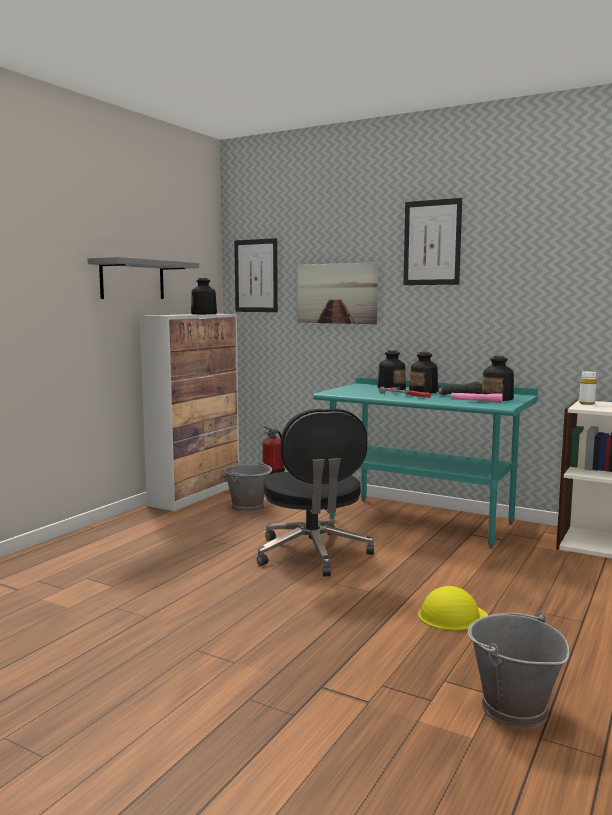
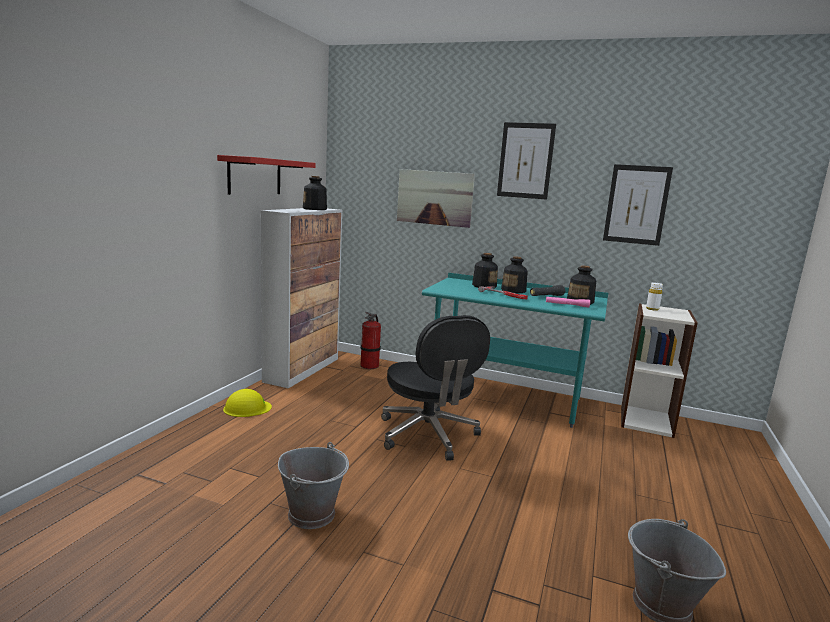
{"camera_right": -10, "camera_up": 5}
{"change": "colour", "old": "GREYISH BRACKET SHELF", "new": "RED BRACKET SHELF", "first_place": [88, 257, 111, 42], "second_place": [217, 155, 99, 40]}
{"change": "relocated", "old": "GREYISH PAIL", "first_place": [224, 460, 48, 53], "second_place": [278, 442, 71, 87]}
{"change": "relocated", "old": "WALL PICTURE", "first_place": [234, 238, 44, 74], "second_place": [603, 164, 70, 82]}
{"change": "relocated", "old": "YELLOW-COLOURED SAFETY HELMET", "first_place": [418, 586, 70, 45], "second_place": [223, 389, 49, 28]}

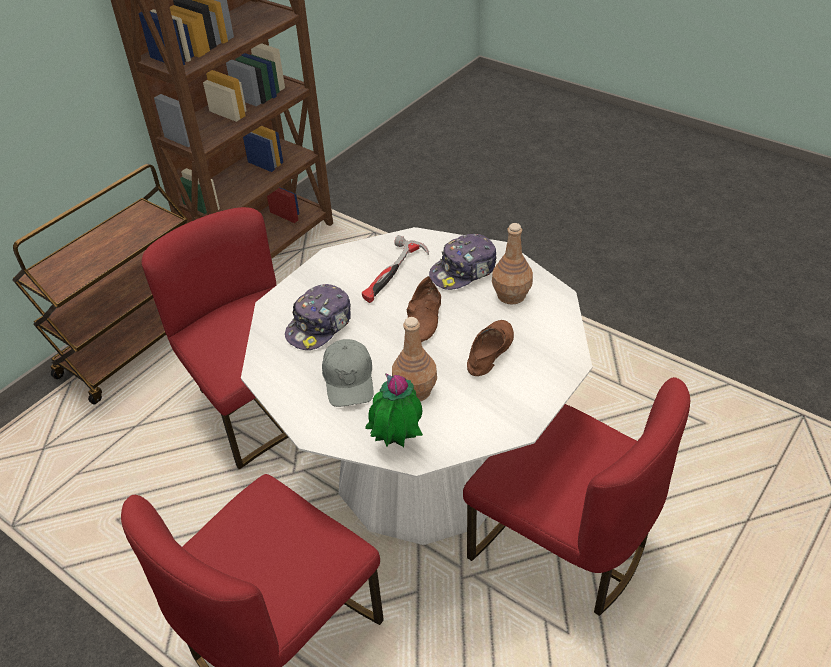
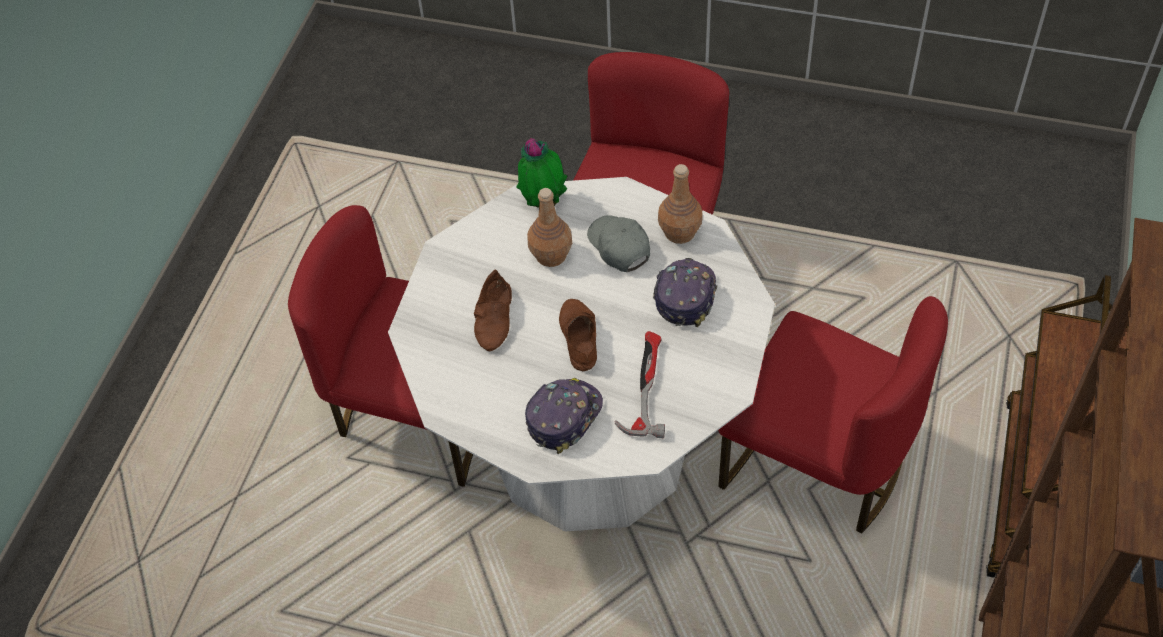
{"camera_right": 160, "camera_up": 10}
{"change": "relocated", "old": "BROWNISH DRINK BOTTLE", "first_place": [492, 223, 41, 82], "second_place": [658, 164, 45, 80]}

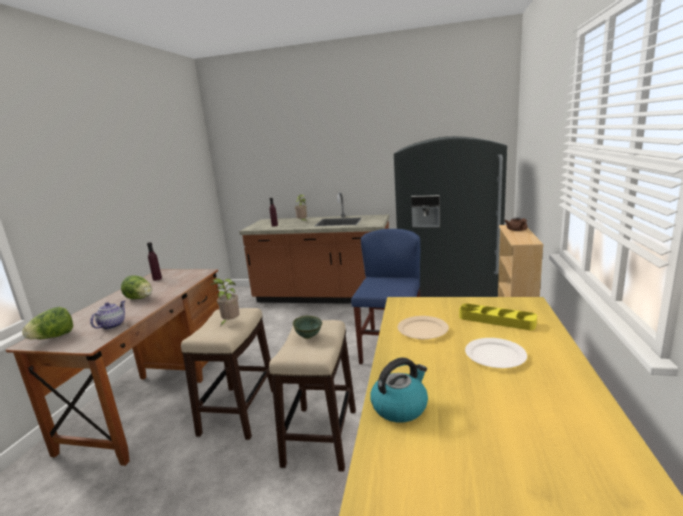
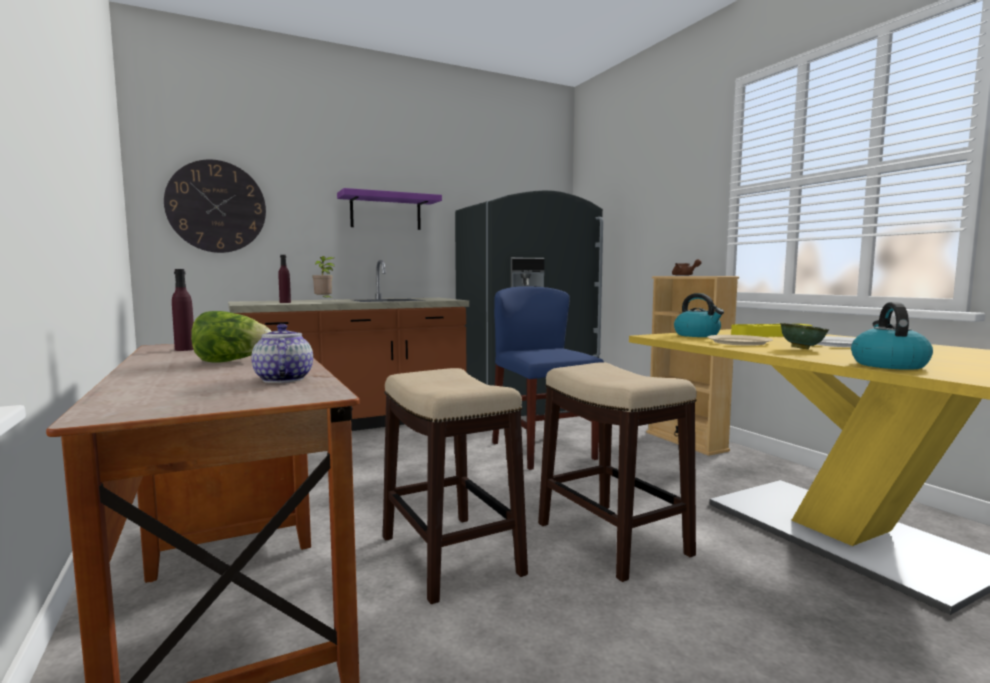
{"camera_right": -40, "camera_up": -10}
{"change": "missing", "old": "LETTUCE HEAD", "first_place": [22, 307, 51, 32]}
{"change": "missing", "old": "POTTED PLANT", "first_place": [210, 278, 29, 49]}
{"change": "relocated", "old": "GREEN BOWL", "first_place": [293, 316, 29, 23], "second_place": [780, 323, 49, 26]}
{"change": "appeared", "new": "CLOCK ON THE WALL", "second_place": [164, 159, 102, 94]}
{"change": "appeared", "new": "PURPLISH BRACKET SHELF", "second_place": [337, 188, 105, 42]}
{"change": "appeared", "new": "KETTLE", "second_place": [674, 293, 50, 44]}

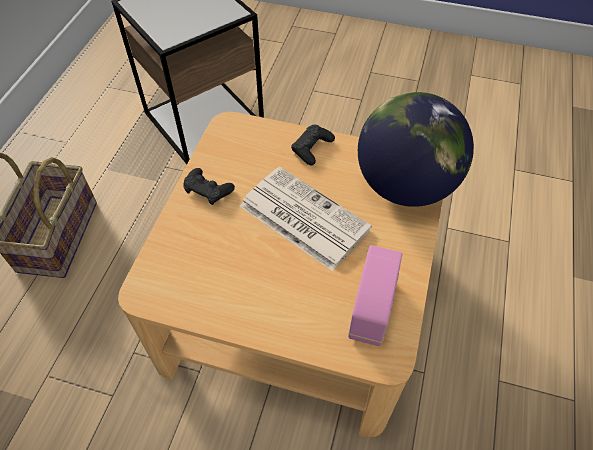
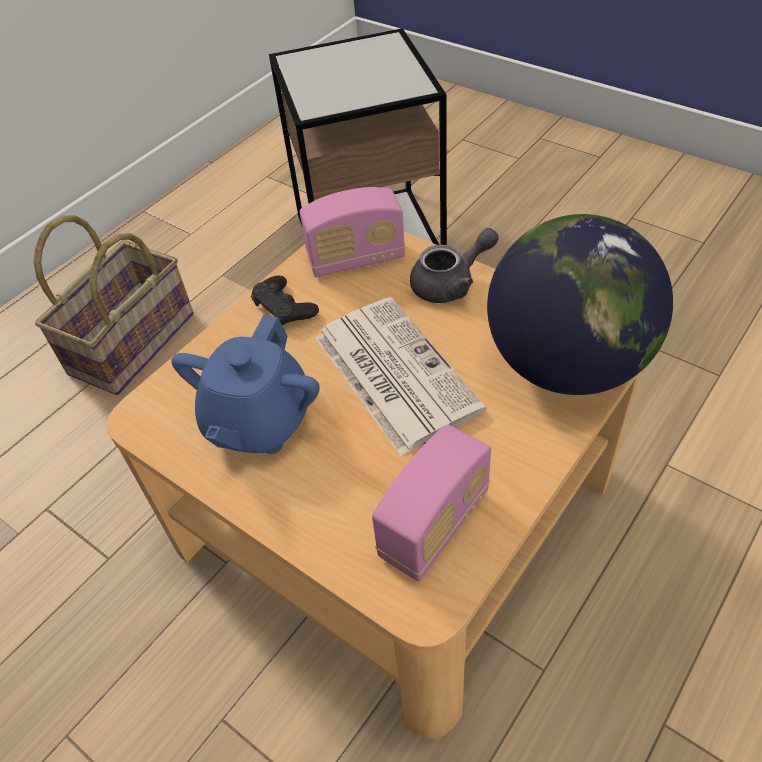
{"camera_right": 25, "camera_up": -5}
{"change": "exchanged", "old": "BLACKISH GAMEPAD", "new": "GREYISH TEAPOT", "first_place": [291, 125, 44, 40], "second_place": [410, 228, 89, 75]}
{"change": "appeared", "new": "BLUISH TEAPOT", "second_place": [171, 315, 149, 139]}
{"change": "appeared", "new": "RADIO RECEIVER", "second_place": [300, 187, 105, 90]}

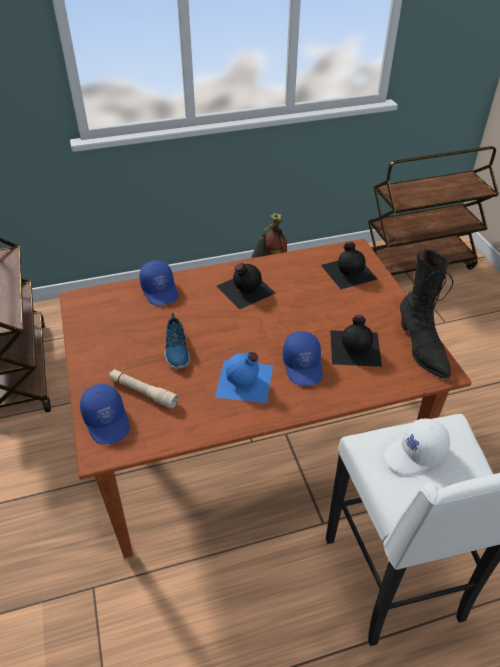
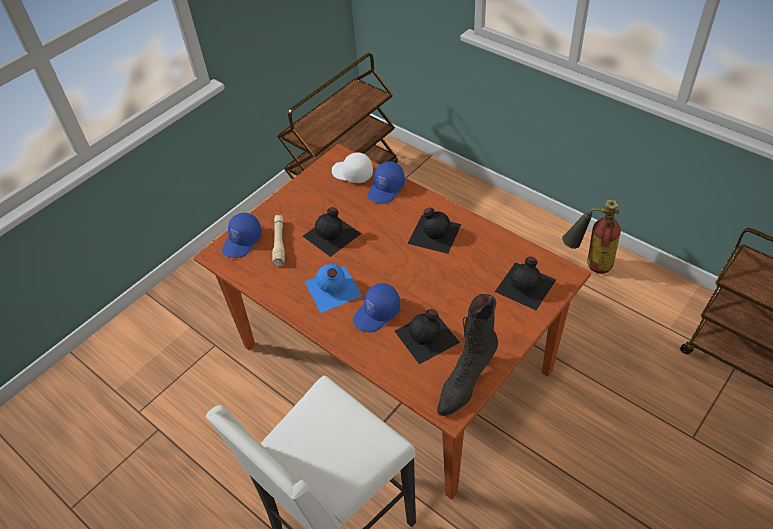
{"camera_right": 60, "camera_up": 5}
{"change": "exchanged", "old": "SHOE", "new": "BLACKISH DRINK BOTTLE", "first_place": [164, 313, 26, 56], "second_place": [303, 207, 58, 50]}
{"change": "relocated", "old": "WHITE-COLOURED CAP", "first_place": [385, 418, 65, 58], "second_place": [332, 153, 41, 30]}

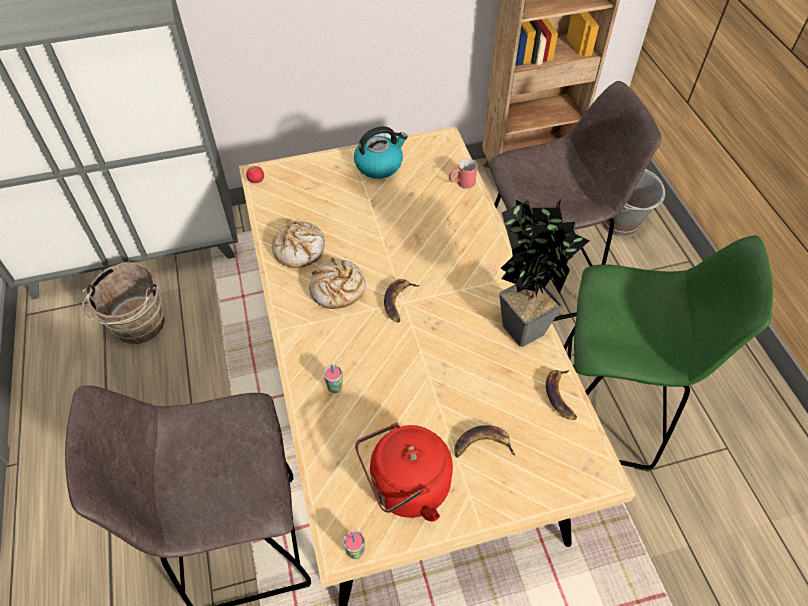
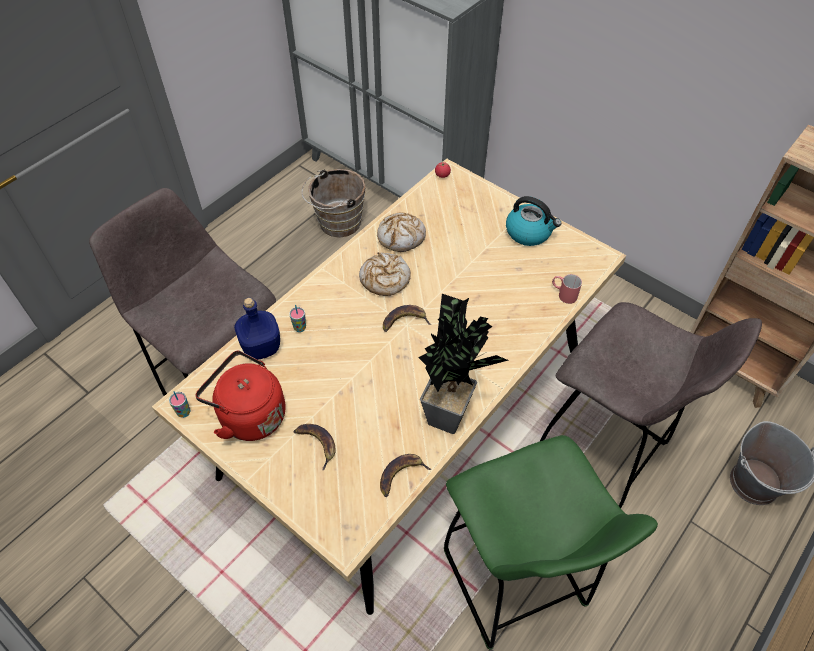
{"camera_right": 55, "camera_up": 0}
{"change": "appeared", "new": "BLUISH DRINK BOTTLE", "second_place": [234, 298, 46, 62]}

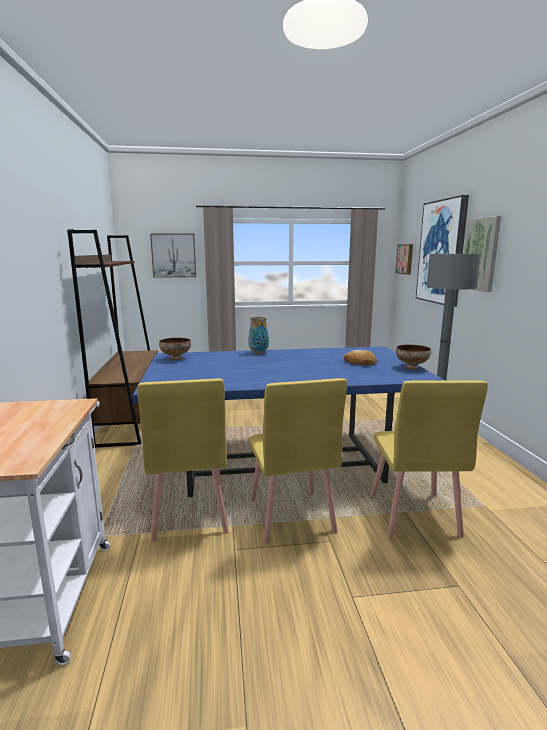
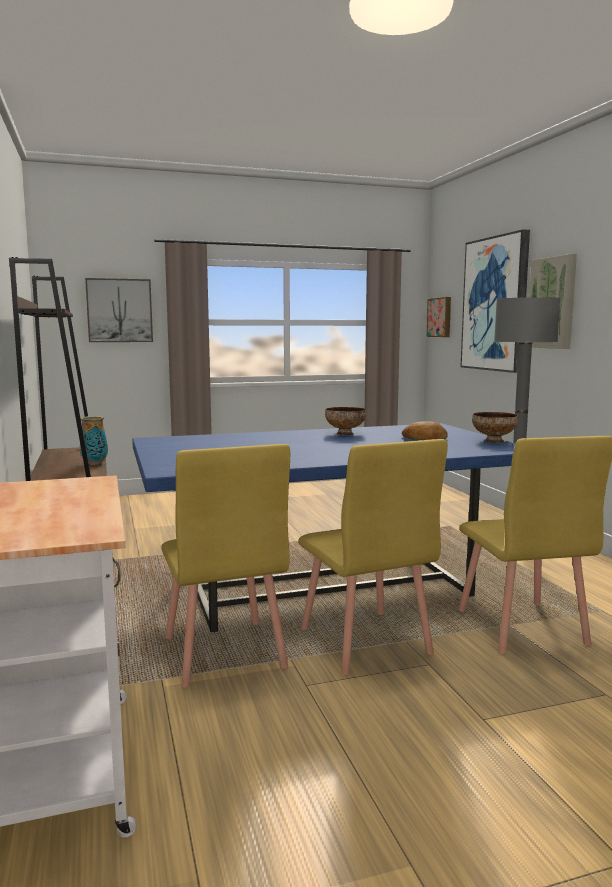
{"camera_right": -10, "camera_up": -5}
{"change": "relocated", "old": "BOWL", "first_place": [159, 338, 32, 22], "second_place": [325, 407, 41, 28]}
{"change": "relocated", "old": "DECORATIVE VASE", "first_place": [248, 316, 21, 38], "second_place": [80, 416, 28, 49]}

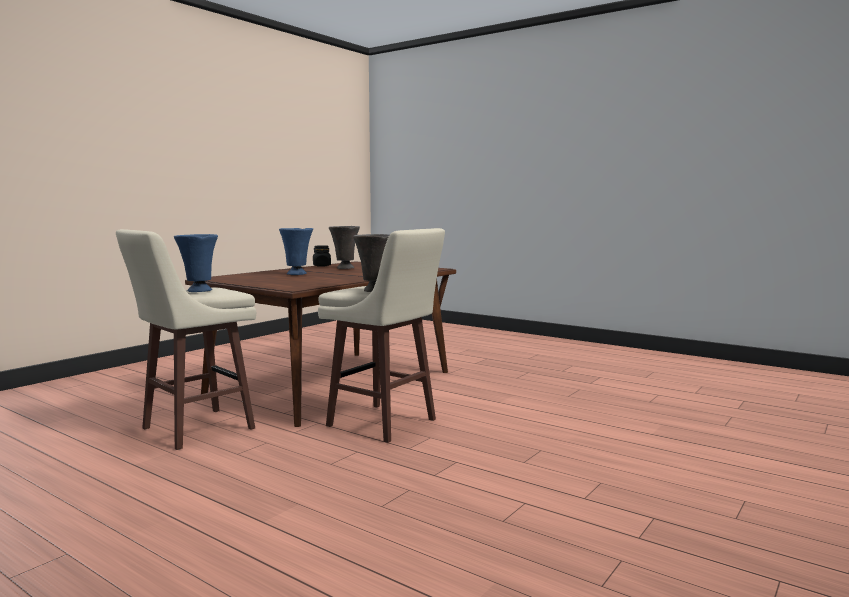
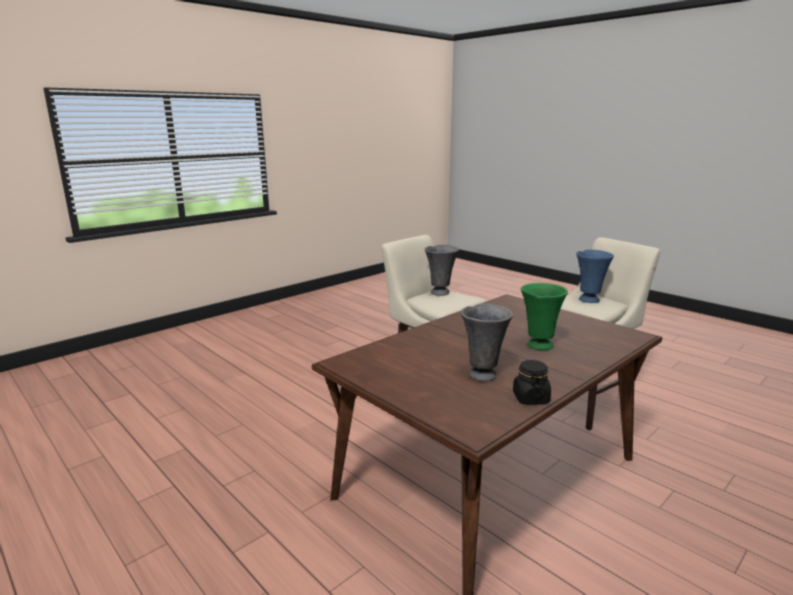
{"camera_right": -170, "camera_up": 10}
{"change": "colour", "old": "BLUISH DECORATIVE VASE", "new": "GREEN DECORATIVE VASE", "first_place": [279, 228, 34, 47], "second_place": [521, 283, 47, 67]}

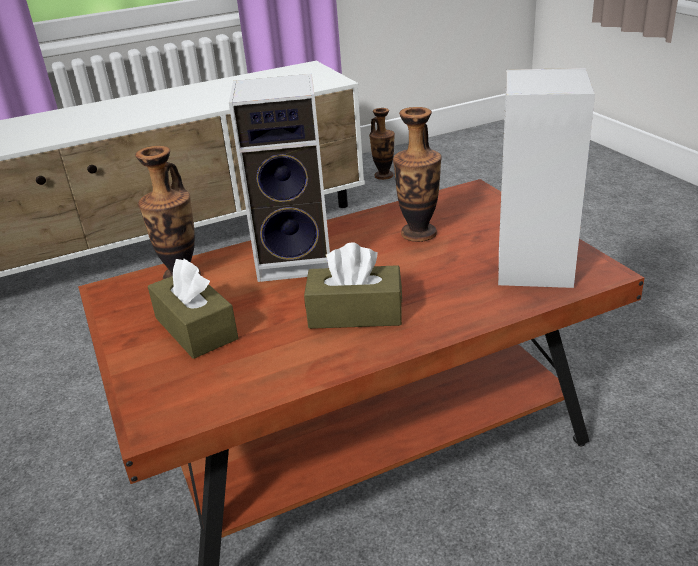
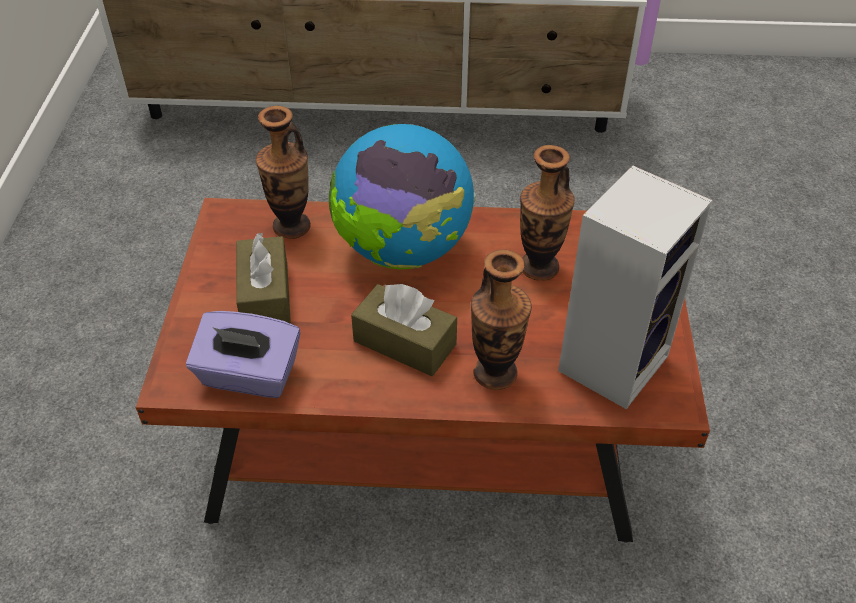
{"camera_right": 25, "camera_up": 15}
{"change": "exchanged", "old": "LOUDSPEAKER", "new": "GLOBE", "first_place": [229, 74, 101, 208], "second_place": [329, 124, 147, 146]}
{"change": "relocated", "old": "DECORATIVE VASE", "first_place": [369, 108, 26, 72], "second_place": [471, 250, 61, 140]}
{"change": "appeared", "new": "PURPLISH BOX OF TISSUES", "second_place": [186, 311, 114, 87]}

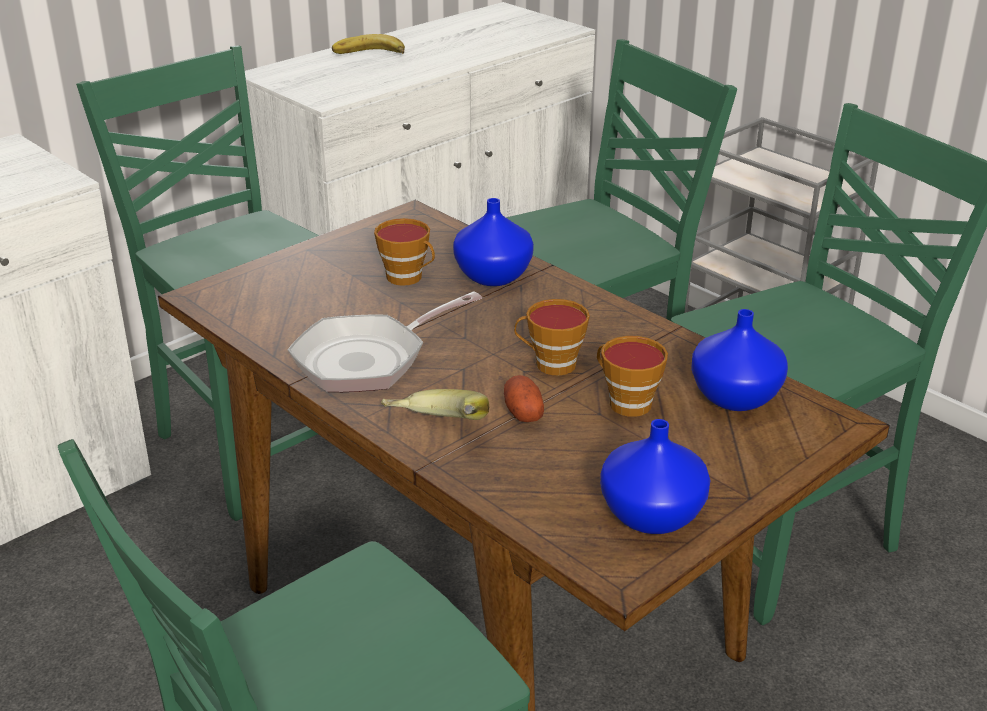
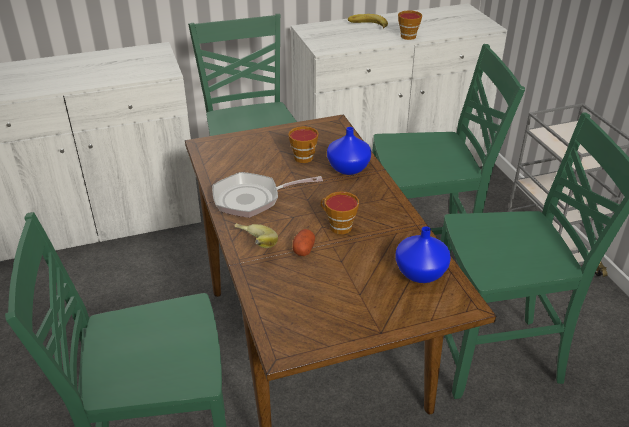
{"camera_right": 25, "camera_up": 5}
{"change": "relocated", "old": "CUP", "first_place": [597, 336, 71, 81], "second_place": [398, 10, 24, 30]}
{"change": "missing", "old": "BLUISH DECORATIVE VASE", "first_place": [600, 419, 110, 115]}

